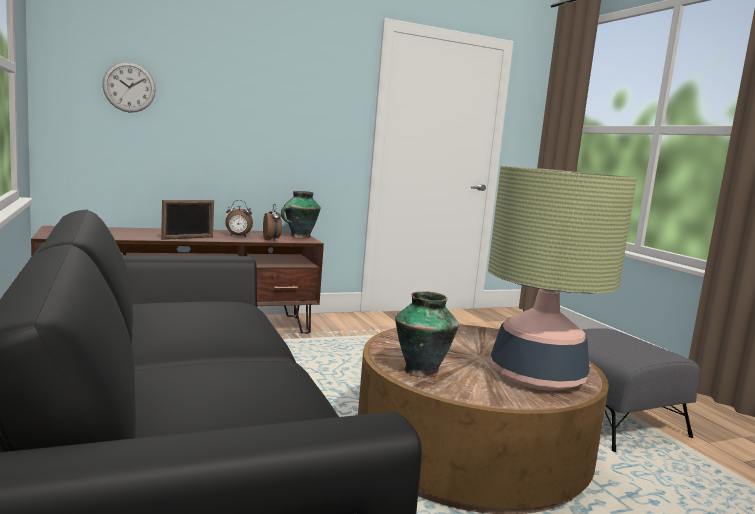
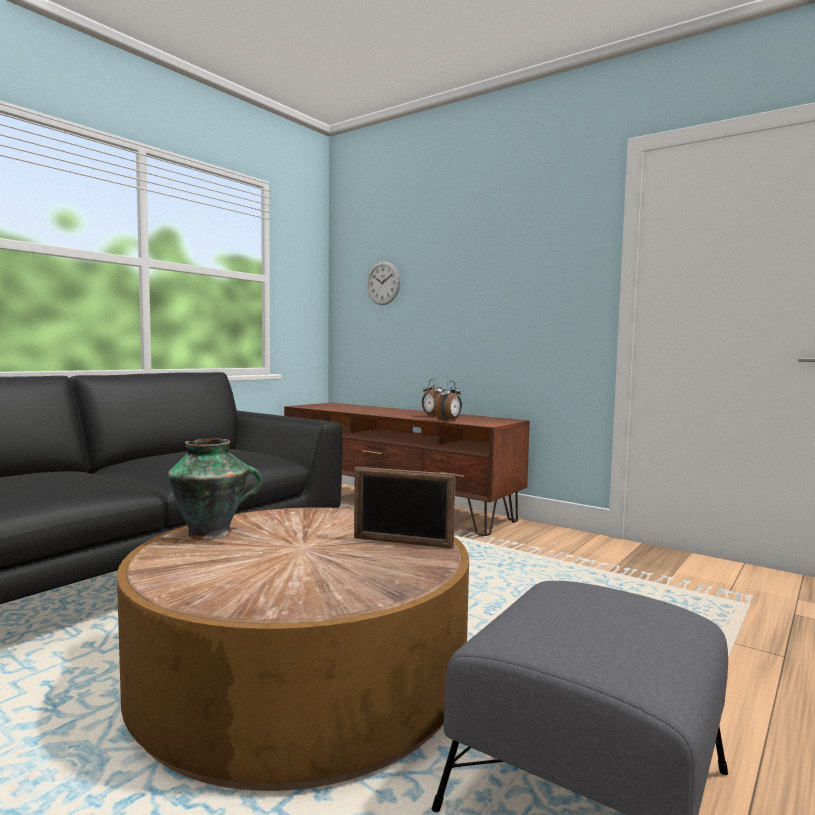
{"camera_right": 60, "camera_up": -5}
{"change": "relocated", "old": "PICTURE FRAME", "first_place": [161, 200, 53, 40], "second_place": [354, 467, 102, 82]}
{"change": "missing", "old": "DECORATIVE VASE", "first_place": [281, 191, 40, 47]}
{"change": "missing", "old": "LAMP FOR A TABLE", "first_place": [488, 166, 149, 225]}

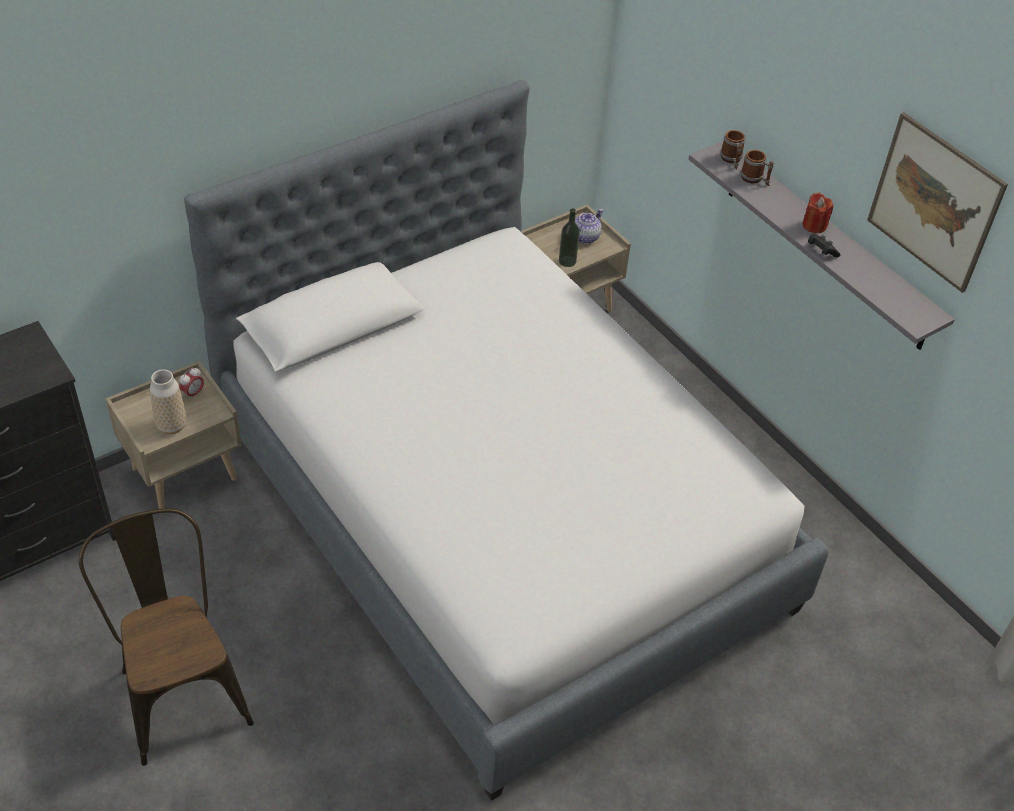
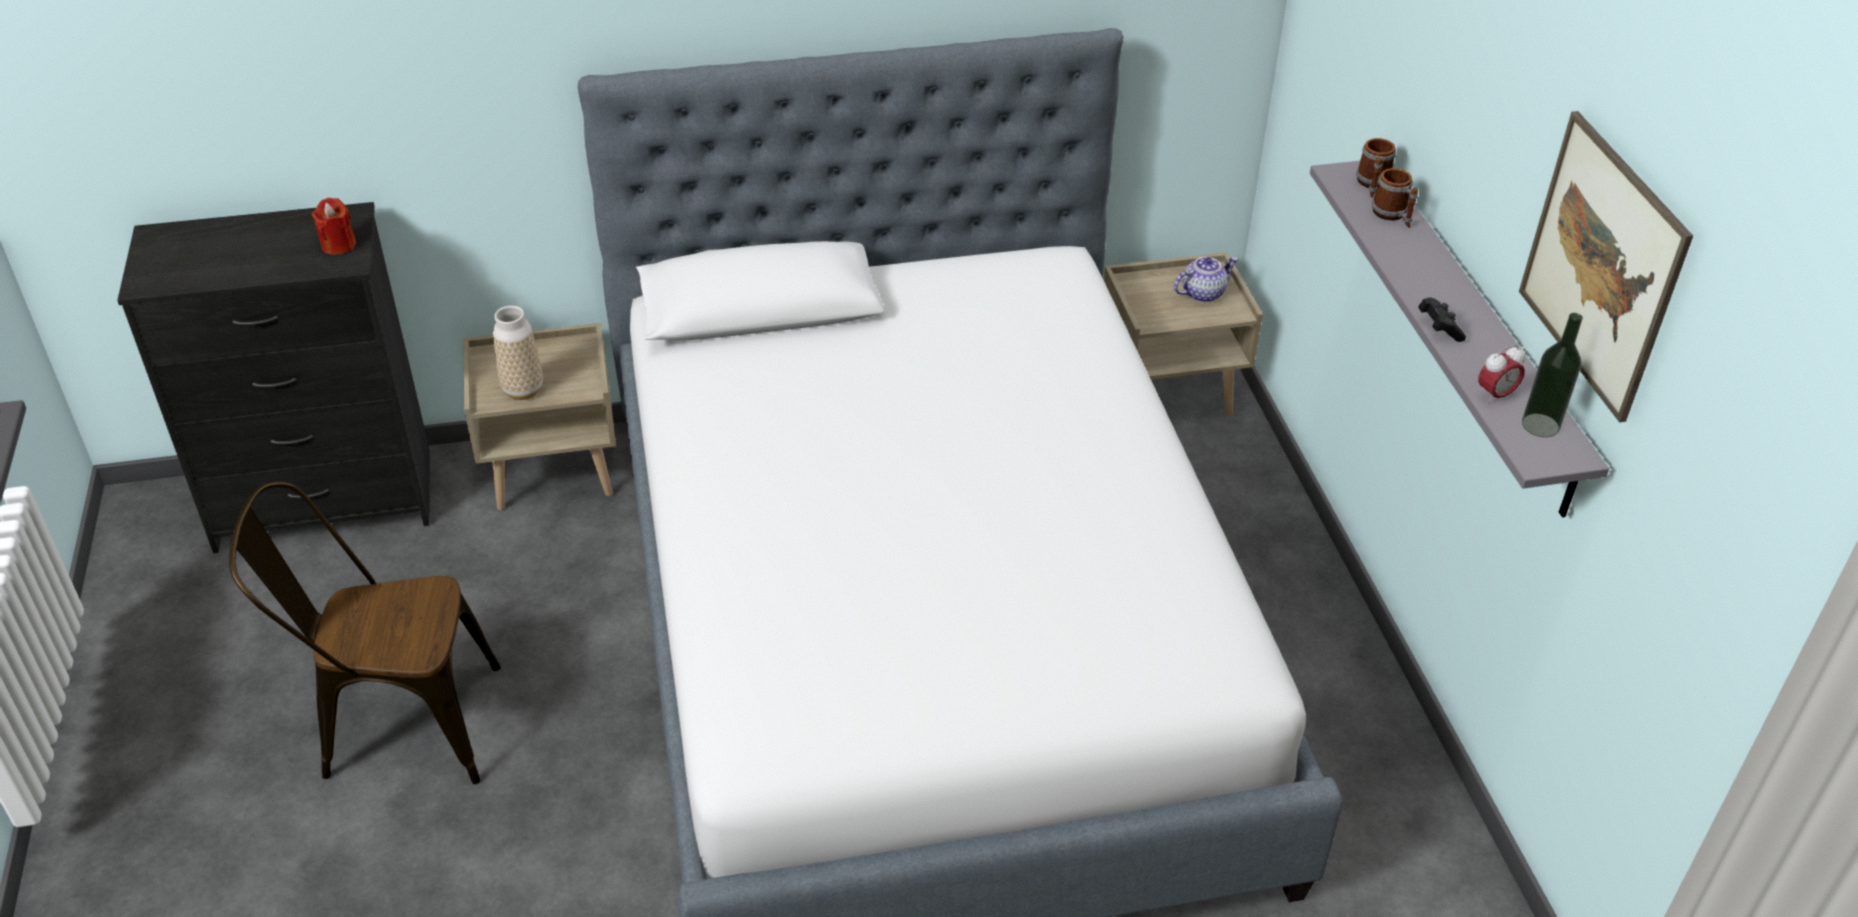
{"camera_right": 25, "camera_up": -5}
{"change": "spun", "old": "BROWNISH CHAIR", "first_place": [79, 509, 175, 257], "second_place": [229, 481, 272, 303], "degrees": -90}
{"change": "relocated", "old": "TABLE CLOCK", "first_place": [179, 367, 25, 33], "second_place": [1478, 345, 47, 59]}
{"change": "relocated", "old": "DRINK BOTTLE", "first_place": [559, 208, 21, 59], "second_place": [1522, 313, 61, 124]}
{"change": "relocated", "old": "RED WAX LIGHT", "first_place": [802, 192, 31, 41], "second_place": [312, 198, 44, 57]}

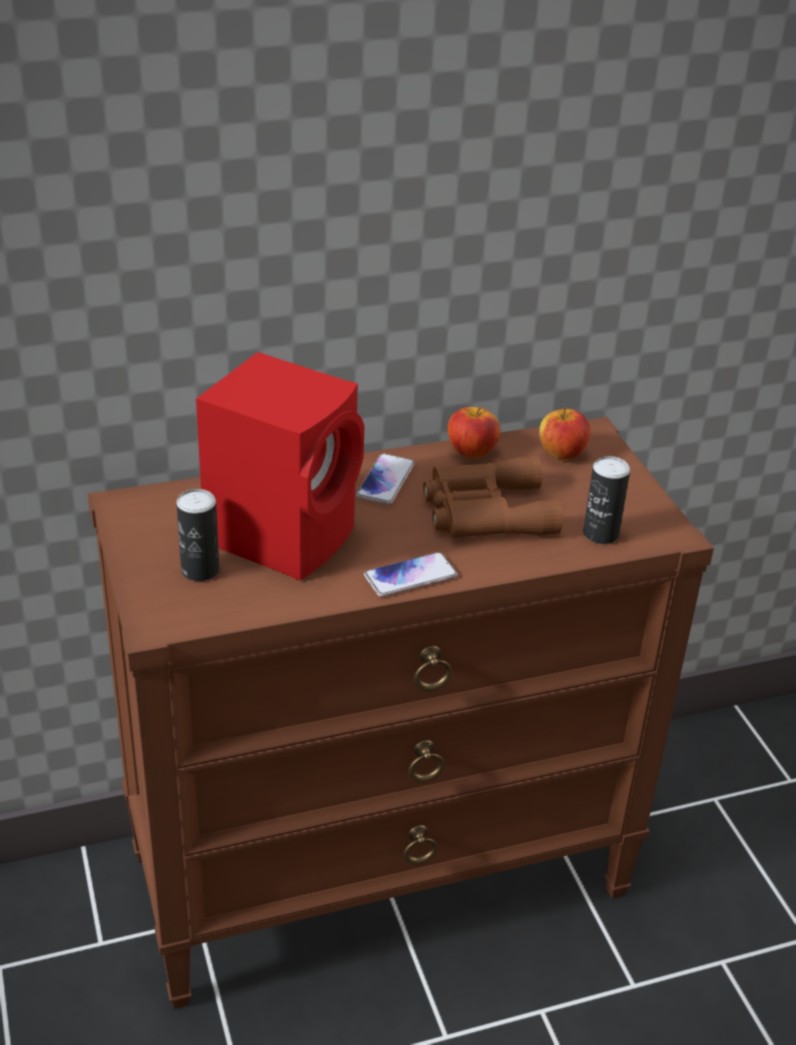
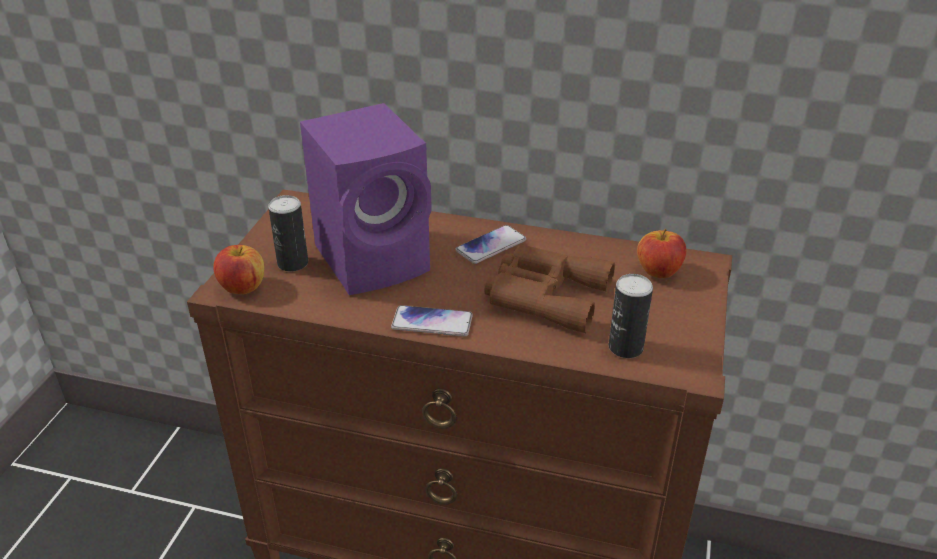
{"camera_right": 35, "camera_up": 0}
{"change": "colour", "old": "RED LOUDSPEAKER", "new": "PURPLISH LOUDSPEAKER", "first_place": [196, 352, 168, 229], "second_place": [300, 103, 132, 192]}
{"change": "relocated", "old": "WHOLE APPLE", "first_place": [448, 406, 53, 52], "second_place": [213, 245, 51, 50]}

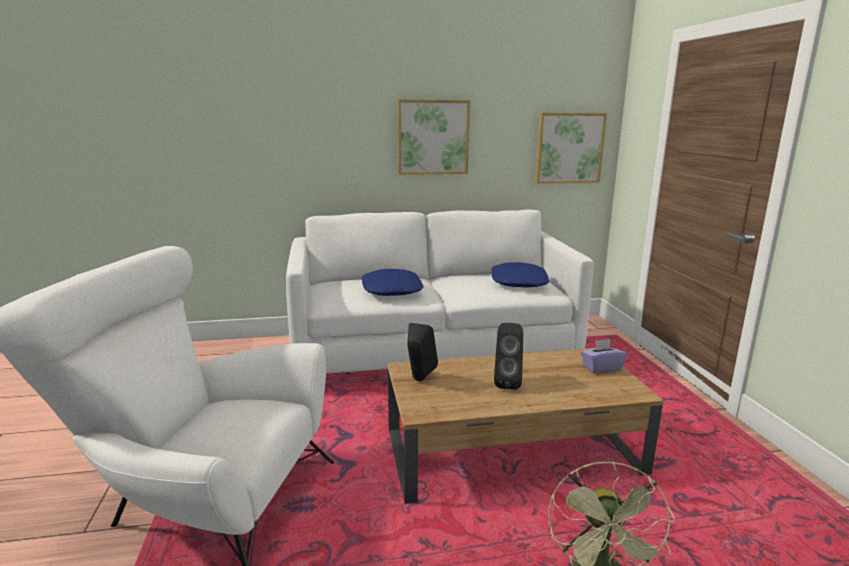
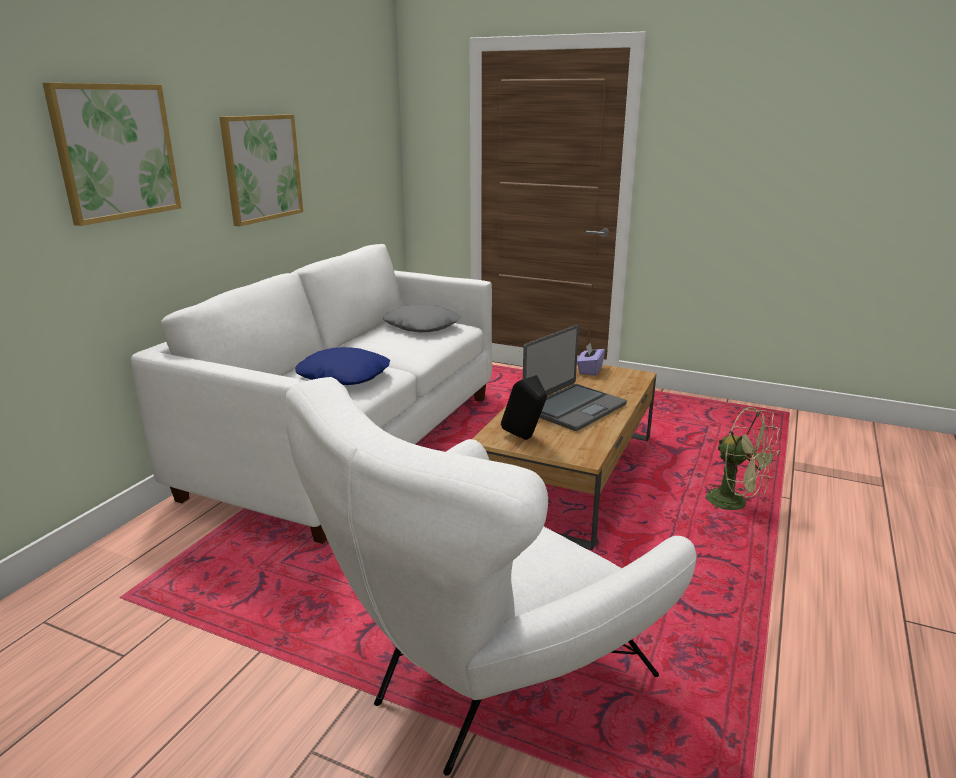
{"camera_right": -55, "camera_up": 5}
{"change": "colour", "old": "BLUISH CUSHION", "new": "GREYISH CUSHION", "first_place": [491, 262, 58, 26], "second_place": [383, 304, 78, 28]}
{"change": "exchanged", "old": "BLACKISH LOUDSPEAKER", "new": "PORTABLE COMPUTER", "first_place": [494, 323, 29, 67], "second_place": [523, 325, 104, 106]}
{"change": "relocated", "old": "WALL PICTURE", "first_place": [535, 113, 72, 71], "second_place": [43, 83, 138, 143]}

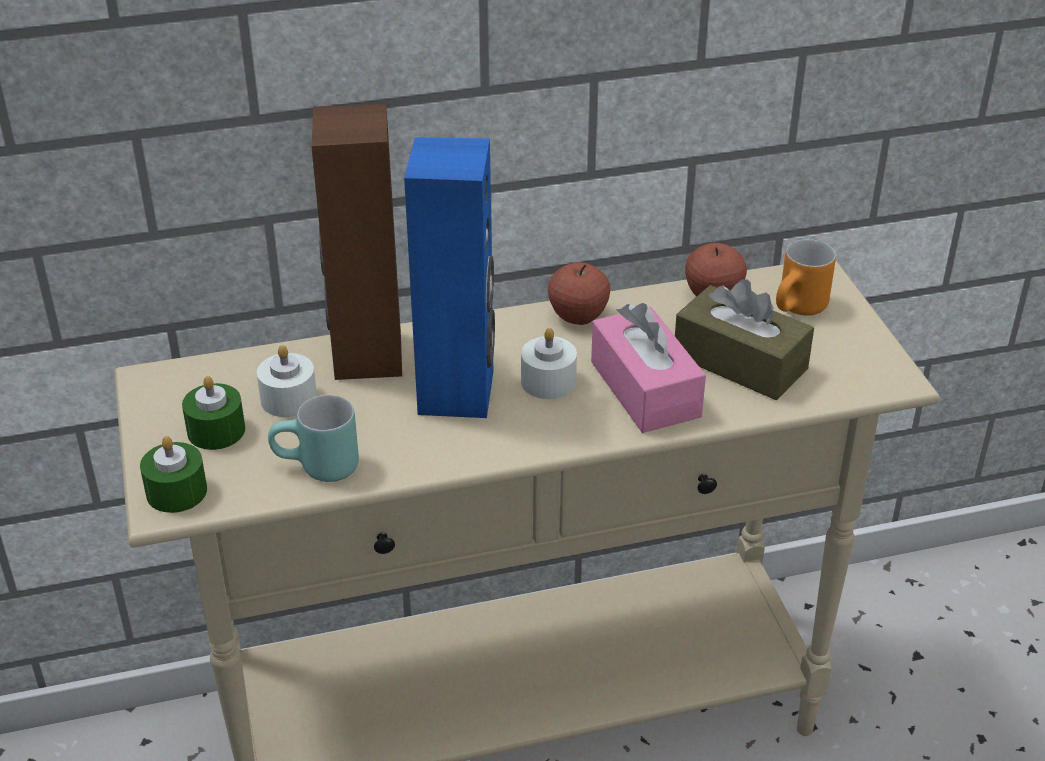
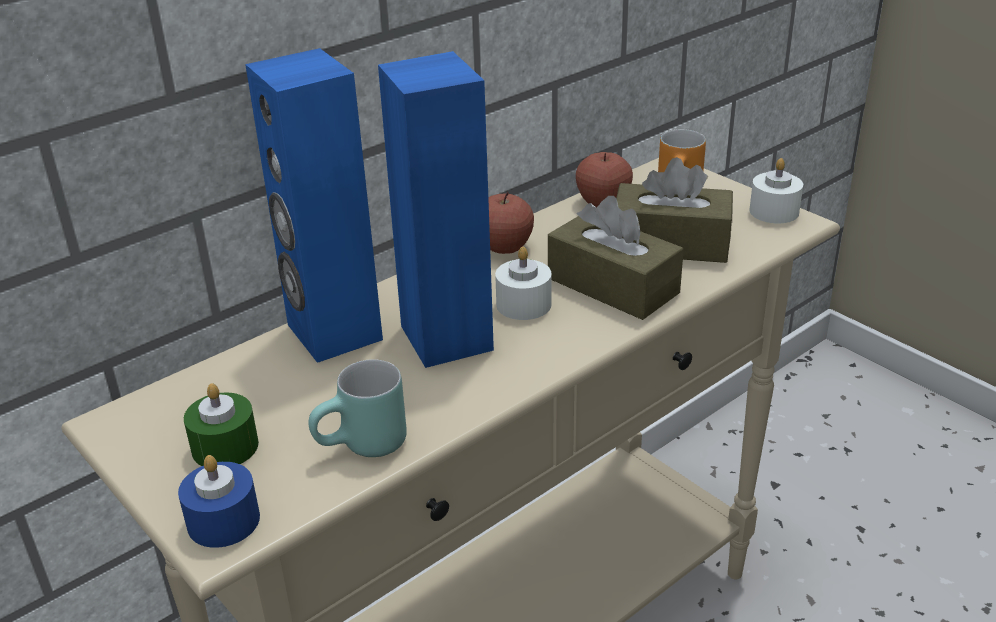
{"camera_right": -25, "camera_up": -5}
{"change": "colour", "old": "GREEN WAX LIGHT", "new": "BLUISH WAX LIGHT", "first_place": [140, 436, 67, 77], "second_place": [178, 455, 82, 93]}
{"change": "relocated", "old": "WHITE-COLOURED WAX LIGHT", "first_place": [257, 345, 60, 72], "second_place": [749, 158, 54, 65]}
{"change": "colour", "old": "BROWNISH LOUDSPEAKER", "new": "BLUISH LOUDSPEAKER", "first_place": [311, 104, 91, 276], "second_place": [245, 48, 138, 315]}
{"change": "colour", "old": "PINK-COLOURED BOX OF TISSUES", "new": "BROWNISH BOX OF TISSUES", "first_place": [591, 303, 115, 130], "second_place": [548, 196, 136, 124]}

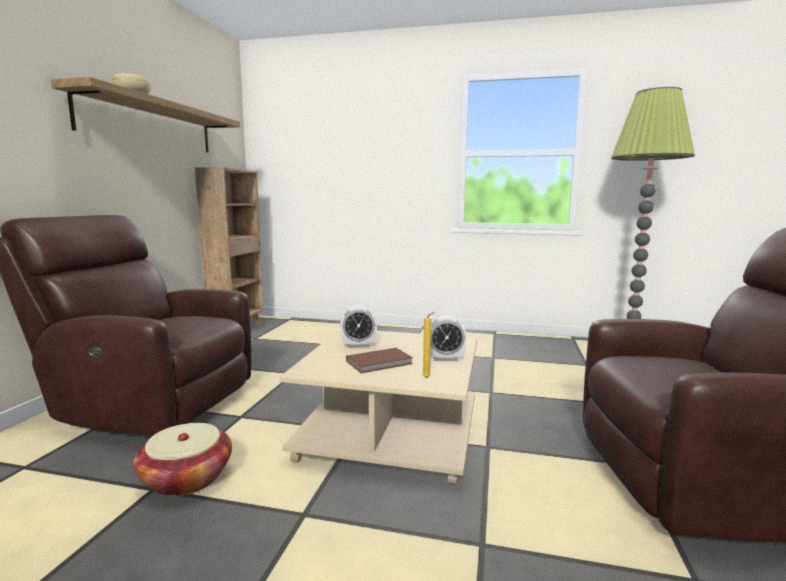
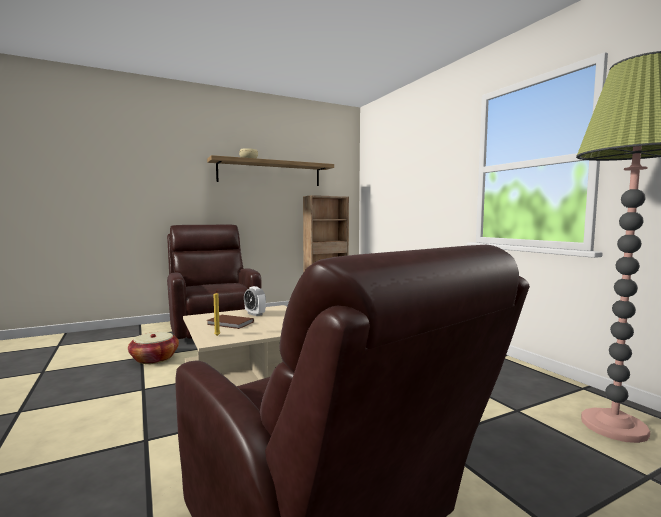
{"camera_right": 50, "camera_up": -5}
{"change": "missing", "old": "TABLE CLOCK", "first_place": [430, 315, 37, 46]}

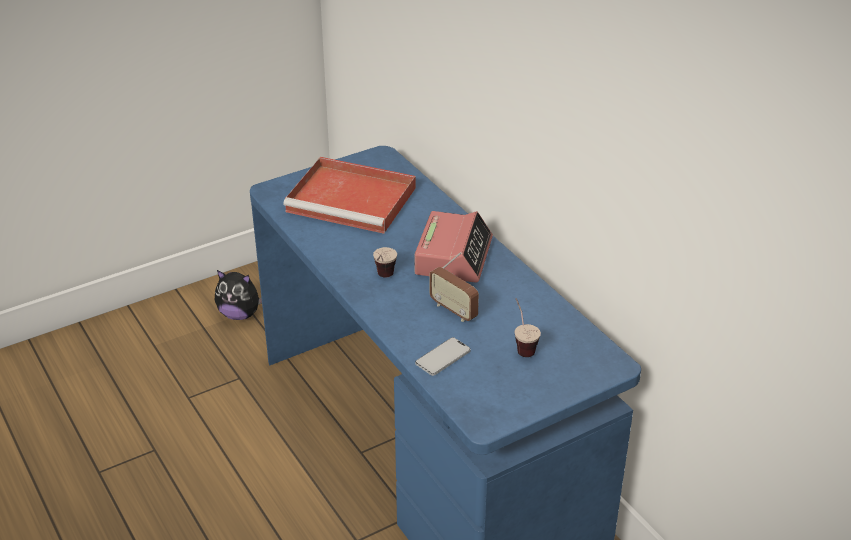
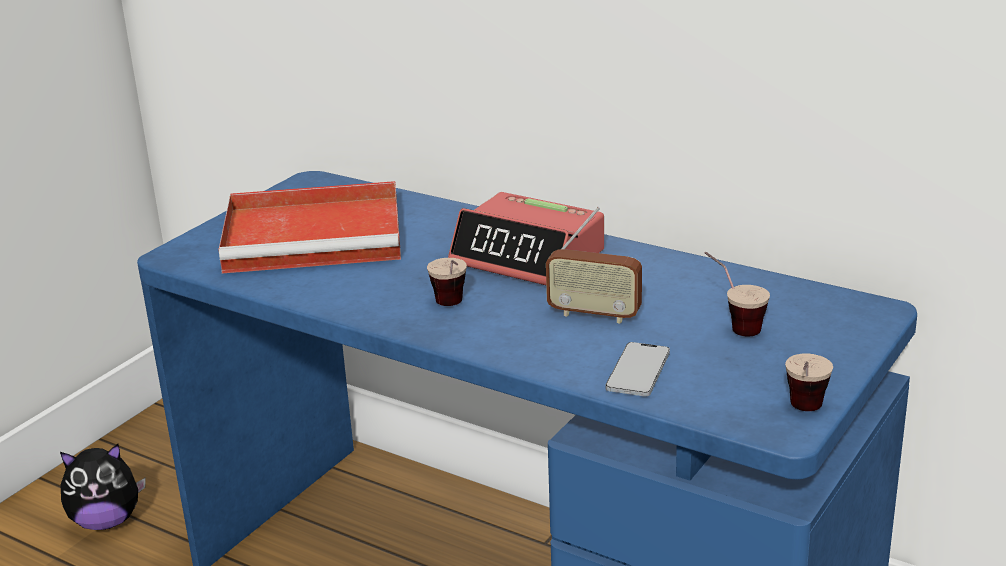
{"camera_right": -25, "camera_up": -10}
{"change": "spun", "old": "TABLE CLOCK", "first_place": [415, 211, 78, 72], "second_place": [448, 192, 156, 93], "degrees": 135}
{"change": "appeared", "new": "CUP", "second_place": [785, 354, 48, 57]}

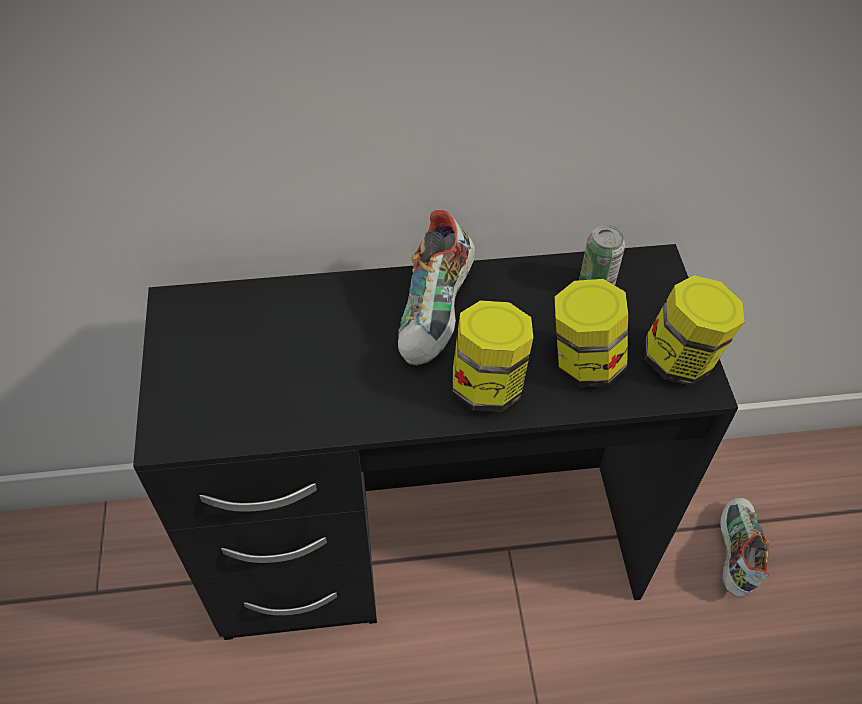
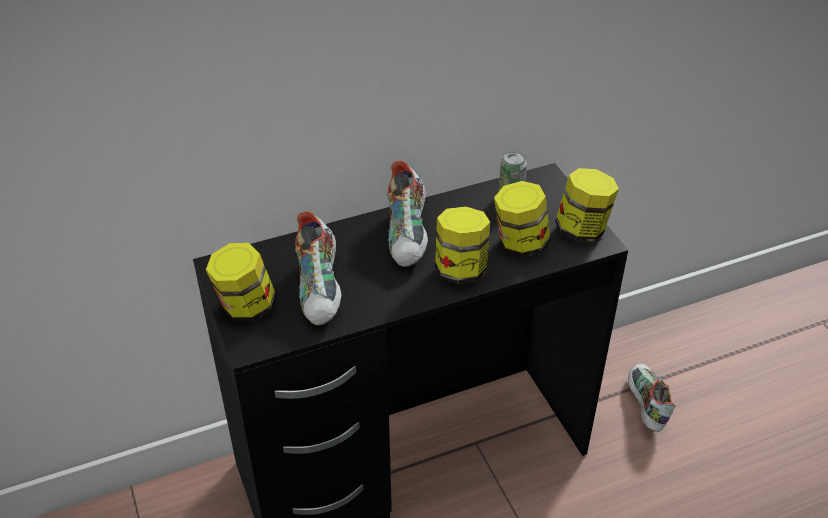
{"camera_right": -15, "camera_up": -10}
{"change": "appeared", "new": "JAR", "second_place": [206, 243, 70, 79]}
{"change": "appeared", "new": "SHOE", "second_place": [295, 211, 46, 114]}

